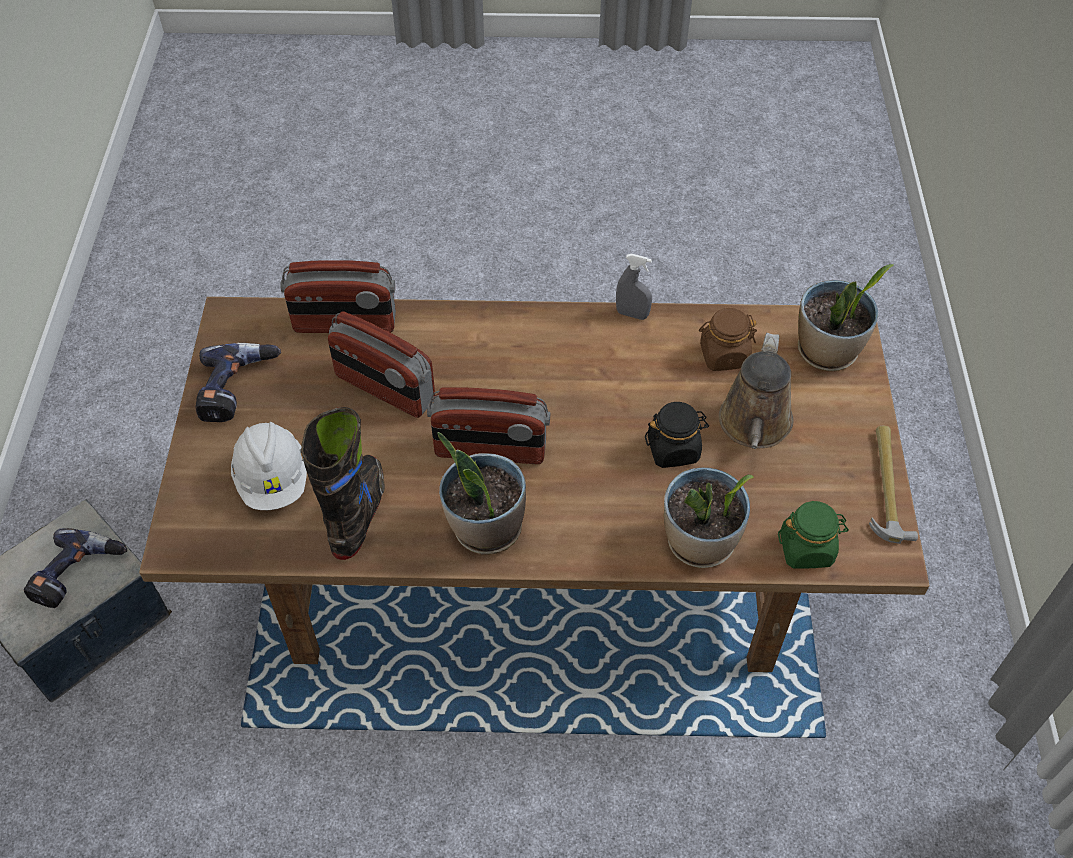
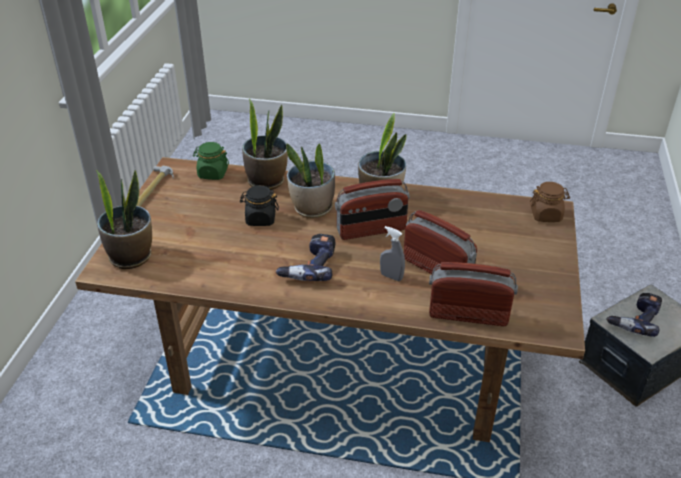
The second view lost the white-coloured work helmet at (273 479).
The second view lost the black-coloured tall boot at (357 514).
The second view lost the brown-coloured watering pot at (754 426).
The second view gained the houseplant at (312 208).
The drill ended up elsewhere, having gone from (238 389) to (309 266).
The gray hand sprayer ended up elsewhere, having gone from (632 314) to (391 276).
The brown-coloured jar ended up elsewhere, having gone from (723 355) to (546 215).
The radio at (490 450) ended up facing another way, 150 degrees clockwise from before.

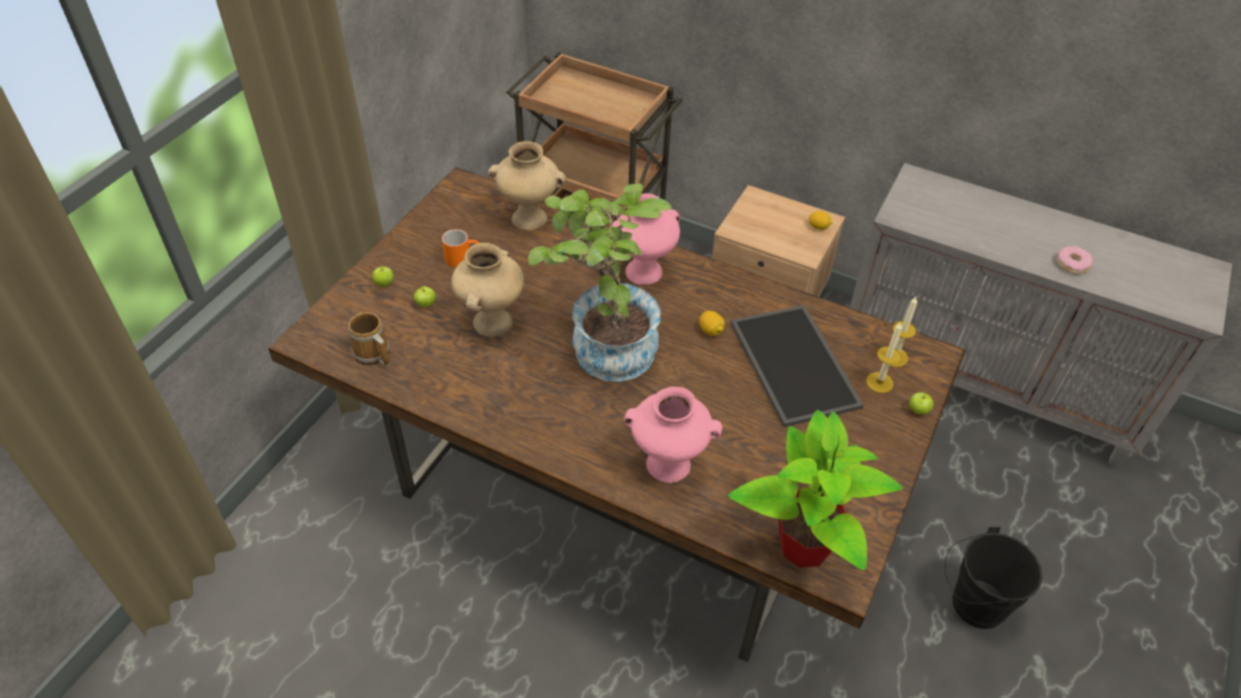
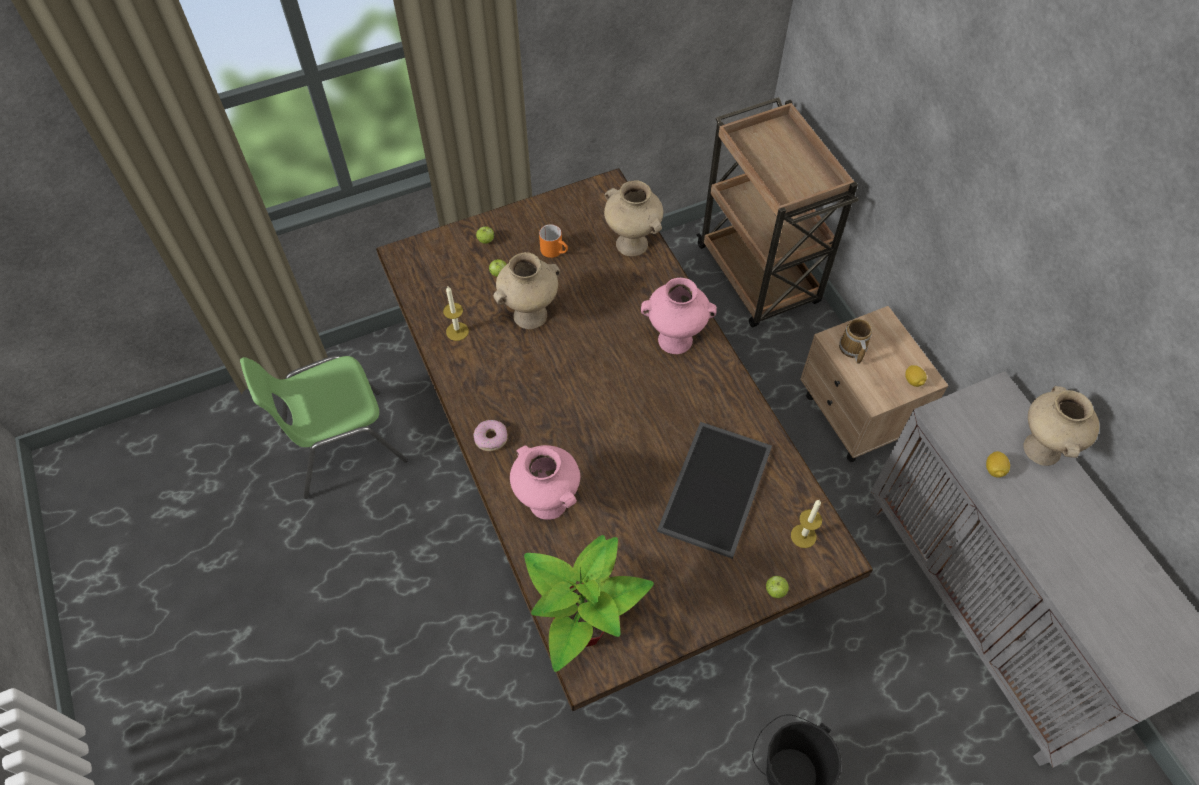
The second view lost the houseplant at (603 346).
The second view gained the green upright chair at (341 445).
The second view gained the sand-coloured vase at (1040 448).
The coffee mug ended up elsewhere, having gone from (372 354) to (852 349).
The whole lemon ended up elsewhere, having gone from (711 331) to (994 469).
The candle ended up elsewhere, having gone from (879 382) to (457 331).
The ring doughnut ended up elsewhere, having gone from (1072 264) to (491 438).

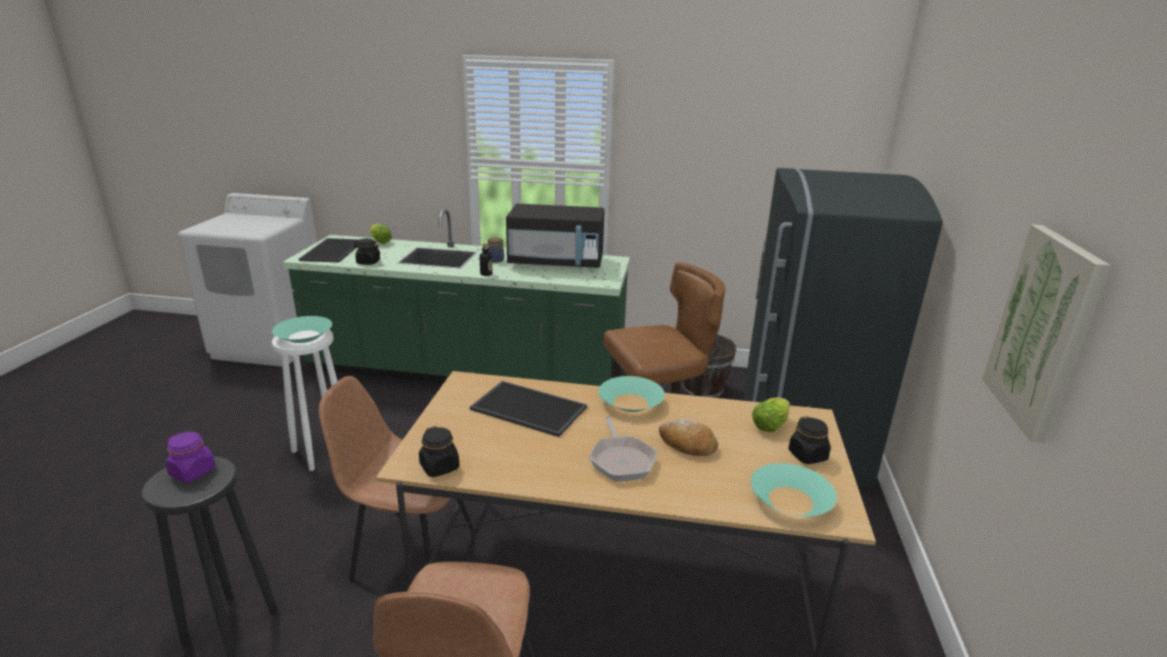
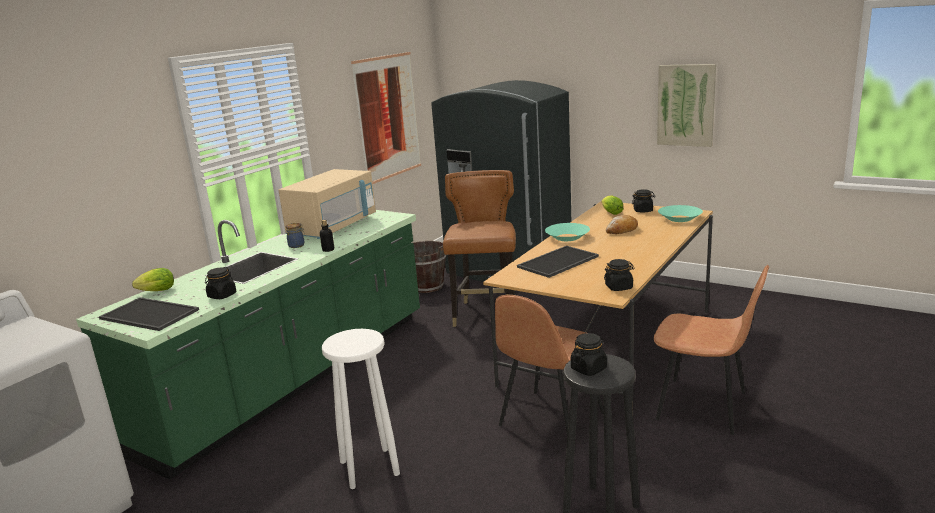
The second view lost the blue-green serving bowl at (304 336).
The second view lost the pan at (621 460).
The second view gained the wall picture at (387 117).
What was the purple jar at (193 472) turned into the black-coloured jar at (589 368).
What was the black-coloured microwave oven at (556 262) turned into the sand-coloured microwave oven at (333 227).

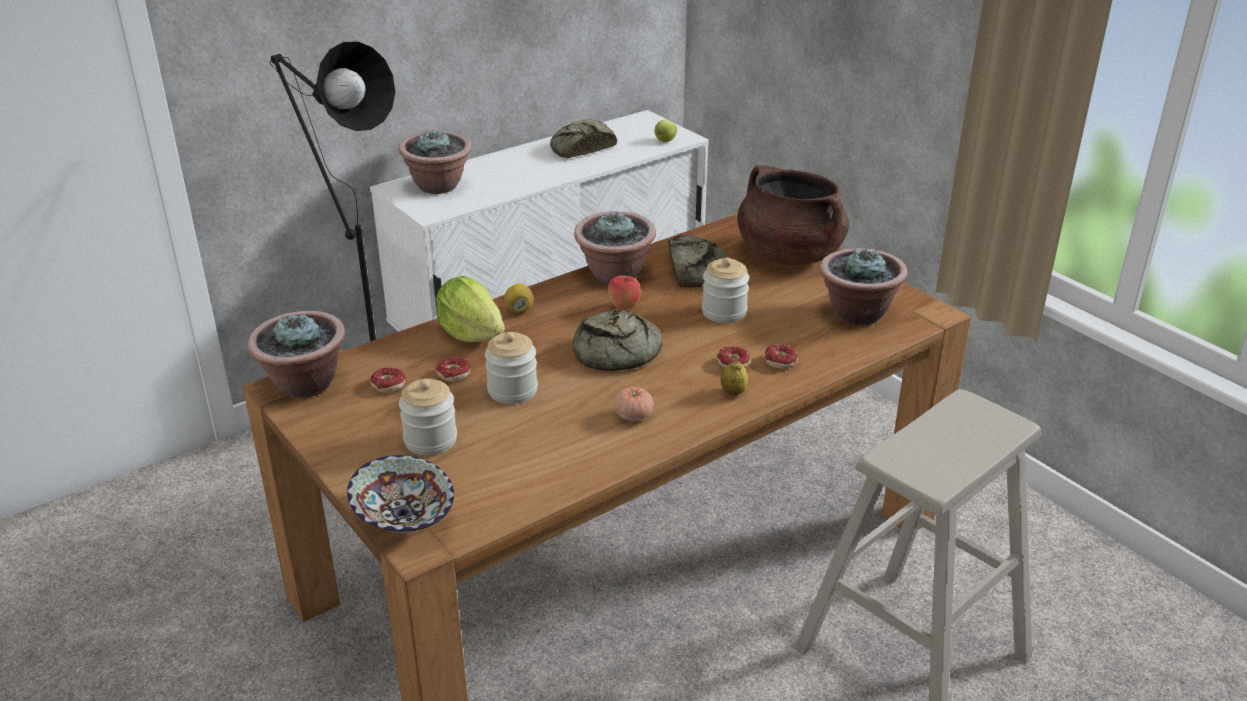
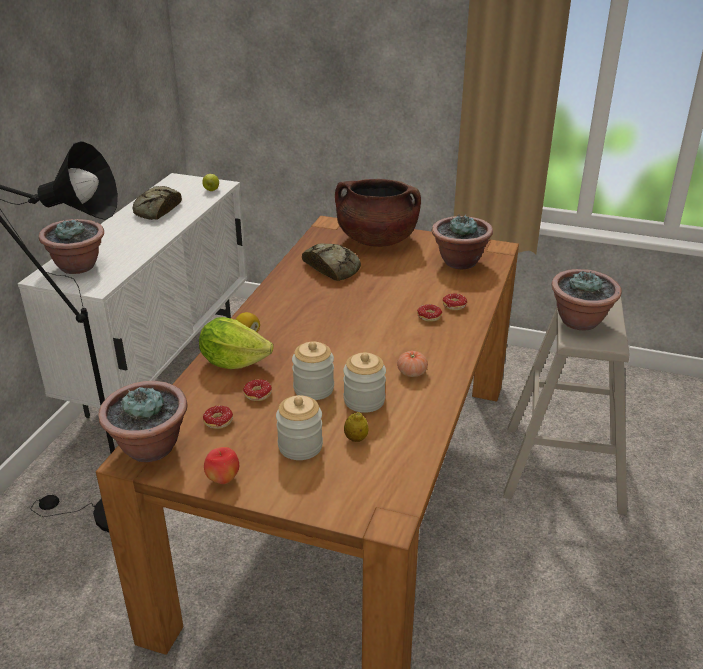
The second view lost the serving bowl at (402 518).
The second view lost the bread at (616 353).
The houseplant ended up elsewhere, having gone from (615 274) to (580 321).
The apple ended up elsewhere, having gone from (624 308) to (223 479).
The jar ended up elsewhere, having gone from (724 312) to (364 400).
The whole lemon ended up elsewhere, having gone from (733 392) to (356 439).

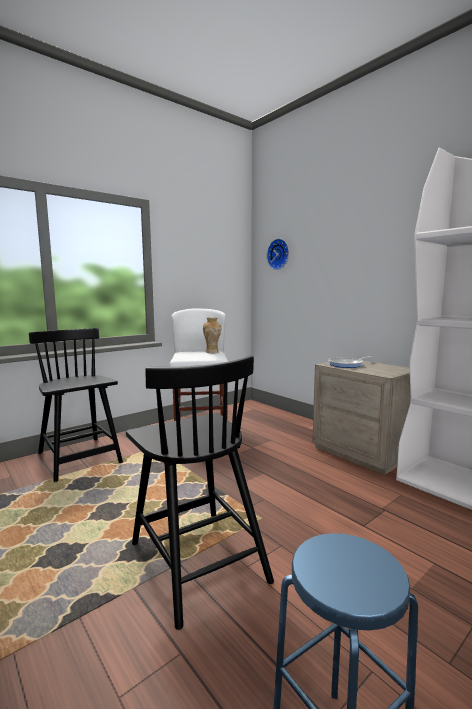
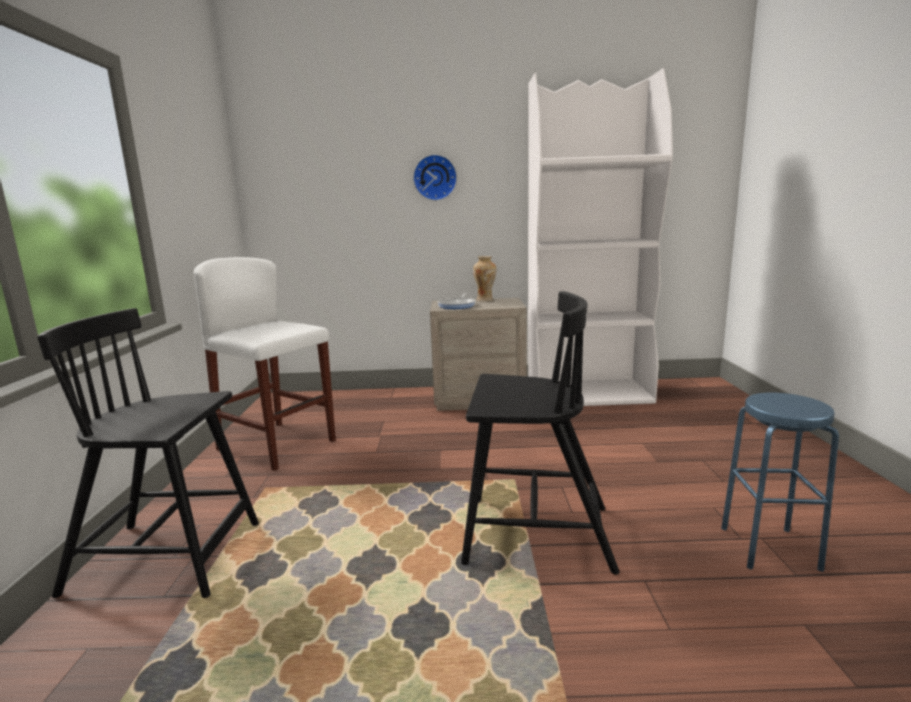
The vase ended up elsewhere, having gone from (212 352) to (485 300).
The wall clock ended up elsewhere, having gone from (279 254) to (435 177).

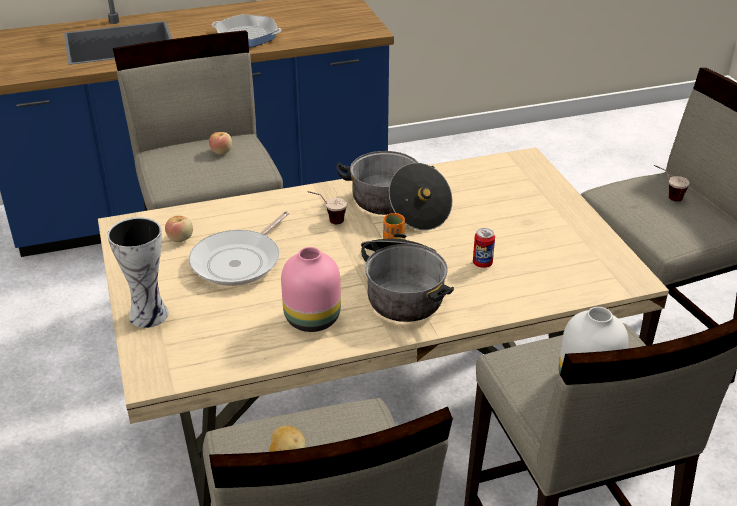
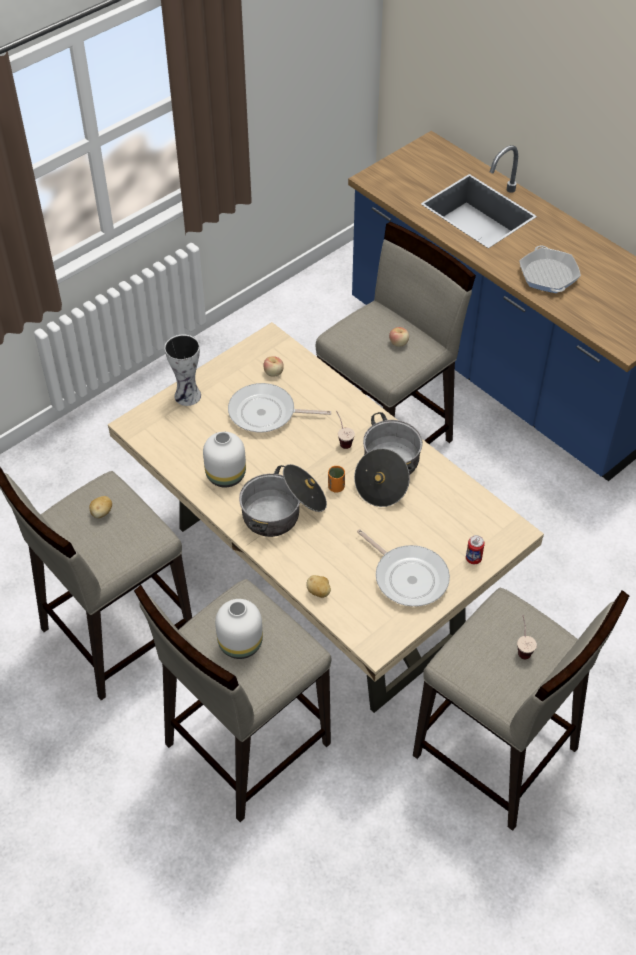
The second view gained the whole potato at (319 592).
The second view gained the pan at (408 577).
The sealed can ended up elsewhere, having gone from (482 263) to (473 559).
What was the pink vase at (314 319) turned into the white-coloured vase at (226 476).

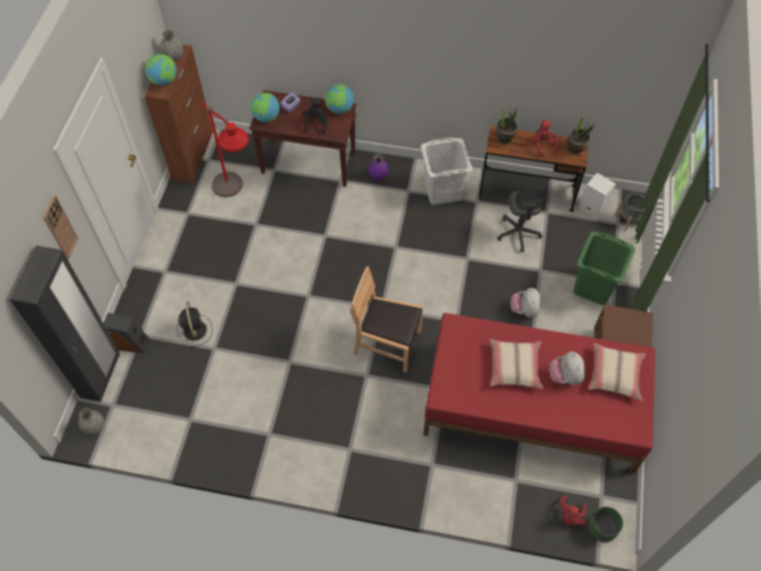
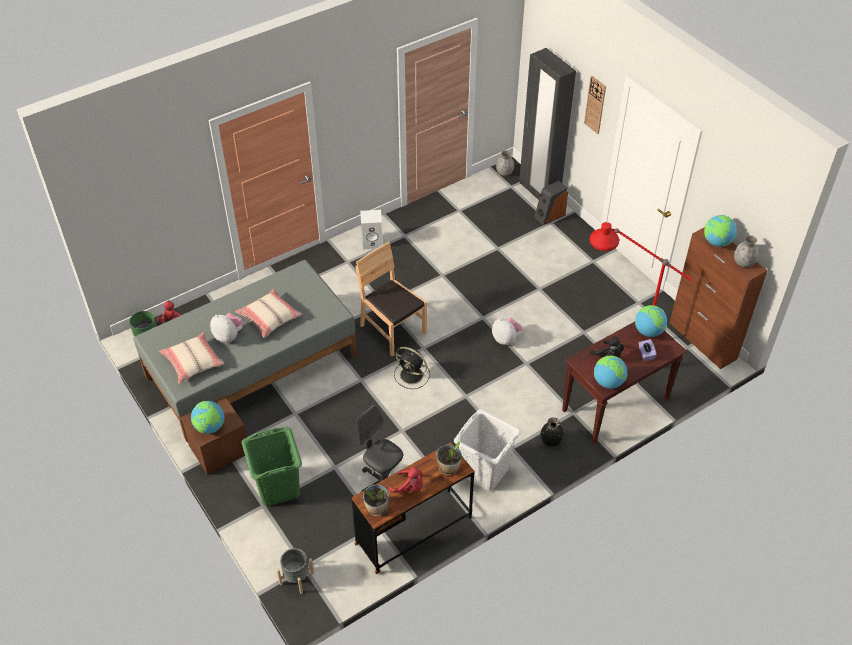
The second view gained the desk globe at (210 427).
The black-coloured cooling fan ended up elsewhere, having gone from (195 329) to (412 375).
The soft toy ended up elsewhere, having gone from (524 310) to (506 339).
The white-coloured audio speaker ended up elsewhere, having gone from (592 207) to (373 242).
What was the purple vase at (378 175) turned into the black-coloured vase at (551 441).
What was the red-coloured bed at (533 406) turned into the gray bed at (251 366).
The brown-coloured upright chair at (387 344) ended up facing another way, 105 degrees counterclockwise from before.

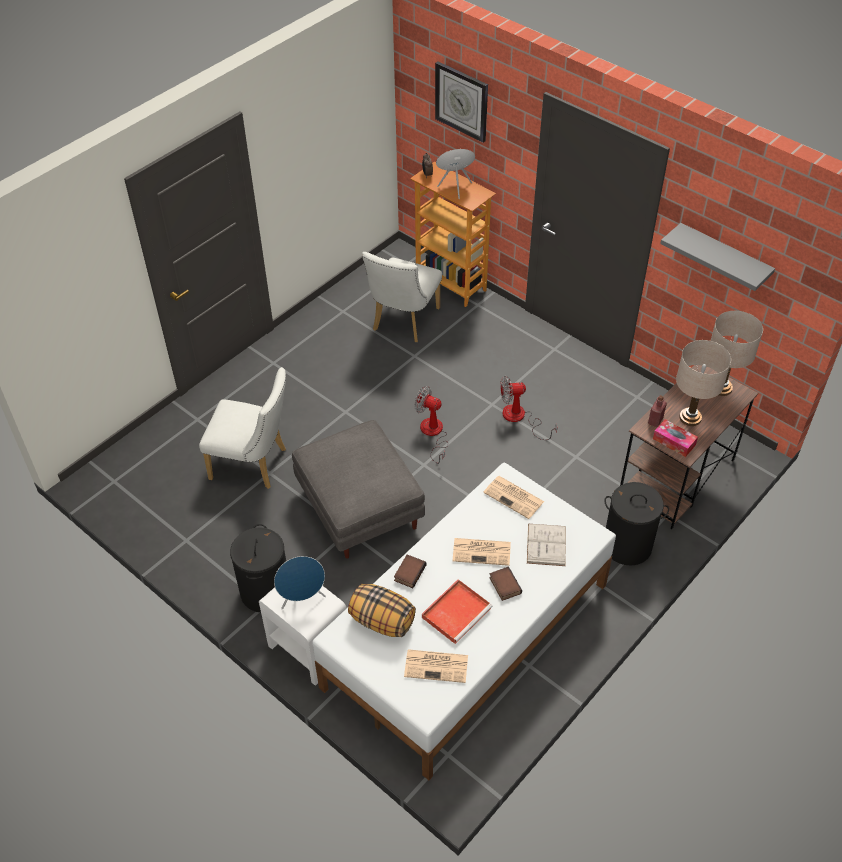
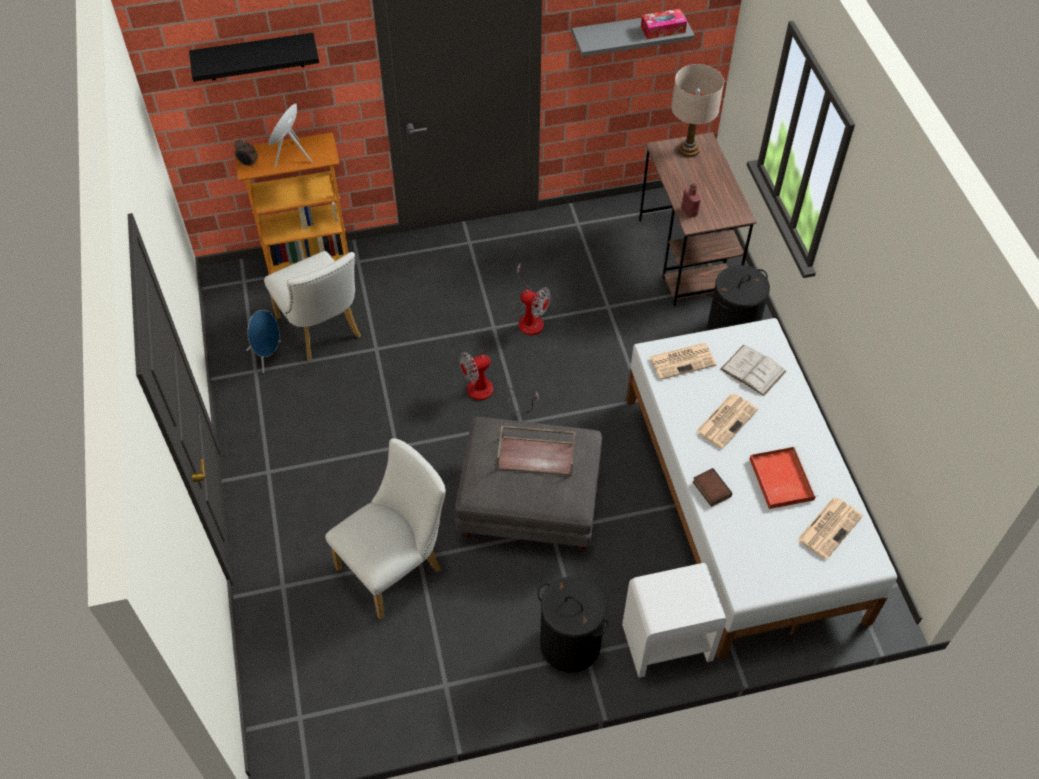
The second view lost the cushion at (381 621).
The second view lost the book at (504 585).
The second view lost the sand-coloured table lamp at (690 418).
The second view gained the brown-coloured tray at (537 455).
The blue-coloured audio speaker ended up elsewhere, having gone from (302 598) to (267 355).
The box of tissues ended up elsewhere, having gone from (674 442) to (663 29).
Where the wall clock hung at (462 101), the black-coloured shelf came to hang at (255 57).
The cooling fan at (520 418) ended up facing another way, 90 degrees counterclockwise from before.

